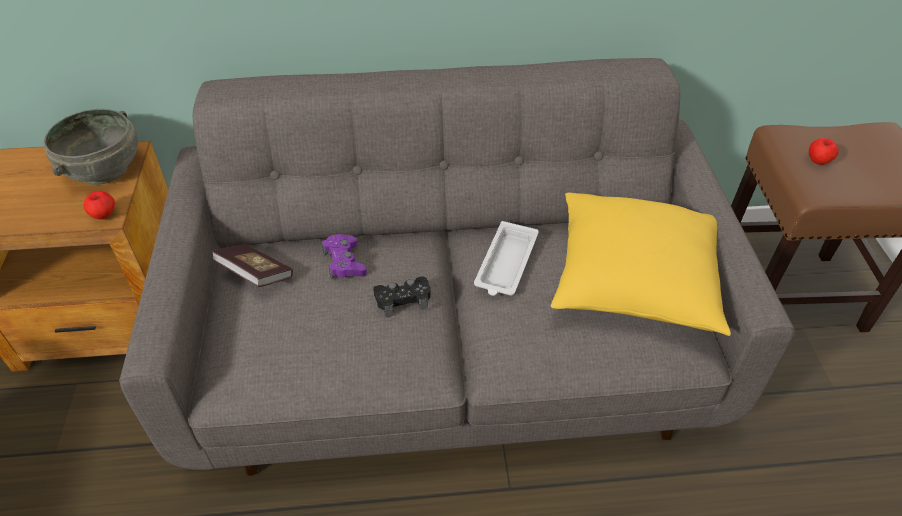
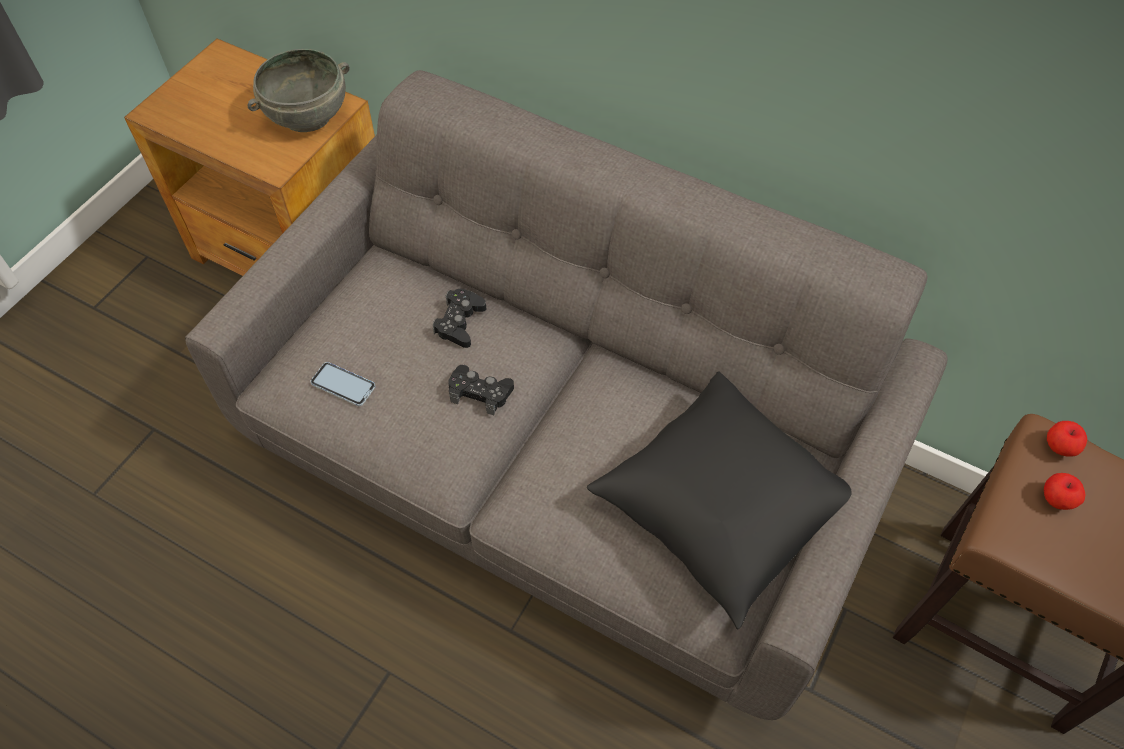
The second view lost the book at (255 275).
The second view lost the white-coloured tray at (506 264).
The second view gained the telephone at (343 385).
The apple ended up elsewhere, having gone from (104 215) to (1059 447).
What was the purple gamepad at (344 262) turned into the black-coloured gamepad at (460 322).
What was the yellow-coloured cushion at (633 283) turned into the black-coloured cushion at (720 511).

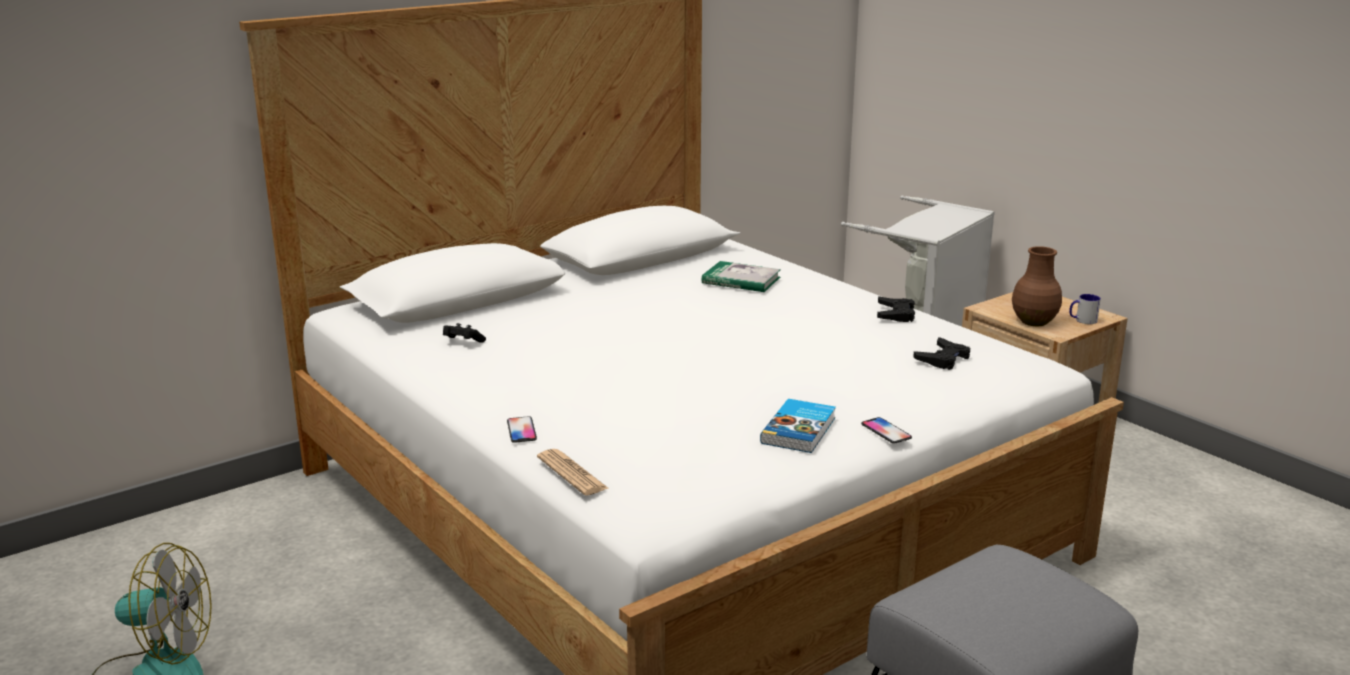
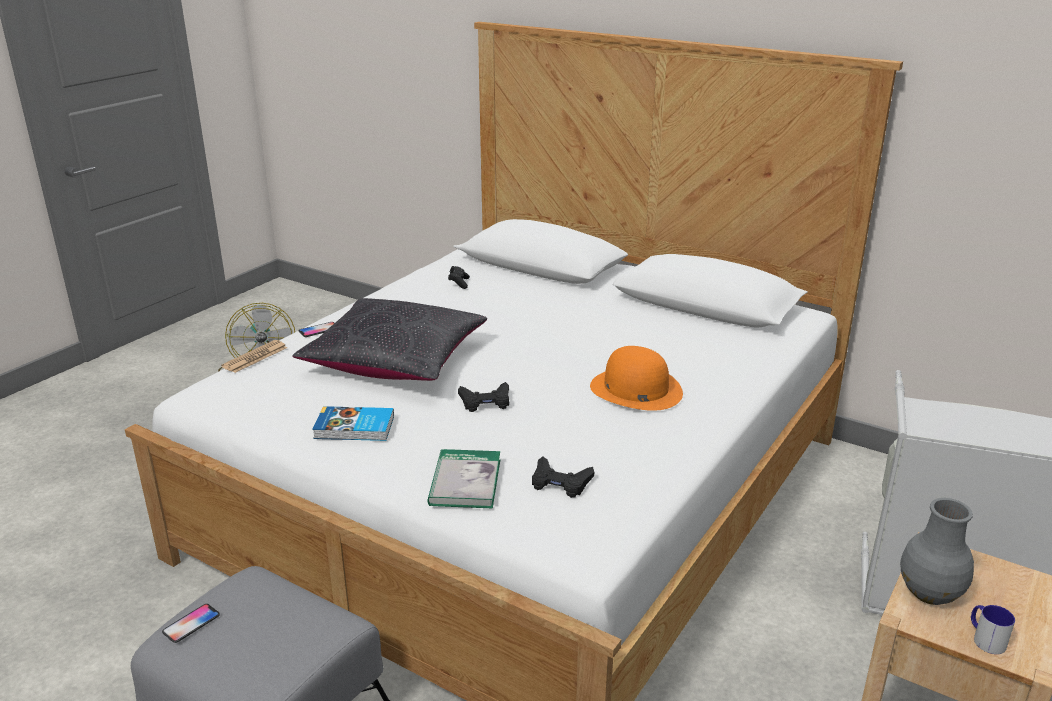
The second view gained the black-coloured cushion at (395 360).
The second view gained the orange hat at (635 389).
The book ended up elsewhere, having gone from (741 280) to (465 482).
The telephone ended up elsewhere, having gone from (886 431) to (191 624).
The black-coloured gamepad ended up elsewhere, having gone from (895 314) to (485 402).
What was the brown-coloured vase at (1033 322) turned into the gray vase at (929 592).

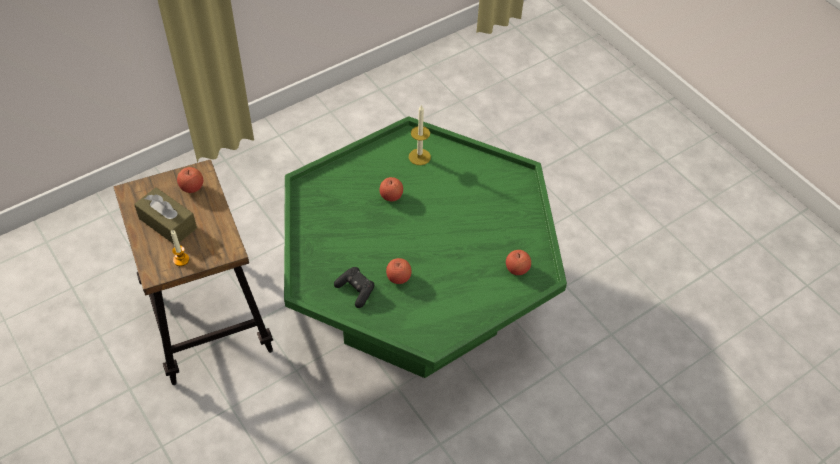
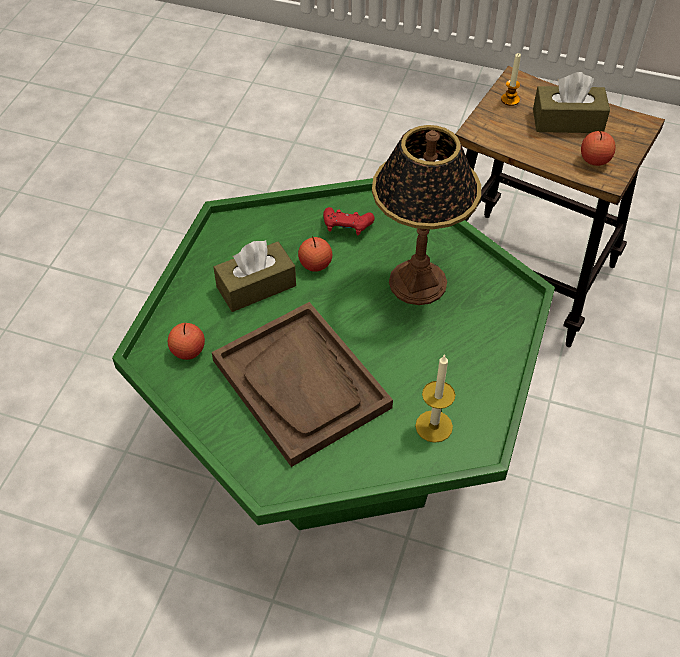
The second view lost the apple at (391 196).
The second view gained the brown-coloured tray at (301 384).
The second view gained the brown-coloured box of tissues at (256 286).
The second view gained the table lamp at (417 282).
What was the black-coloured gamepad at (356 290) turned into the red-coloured gamepad at (346 228).

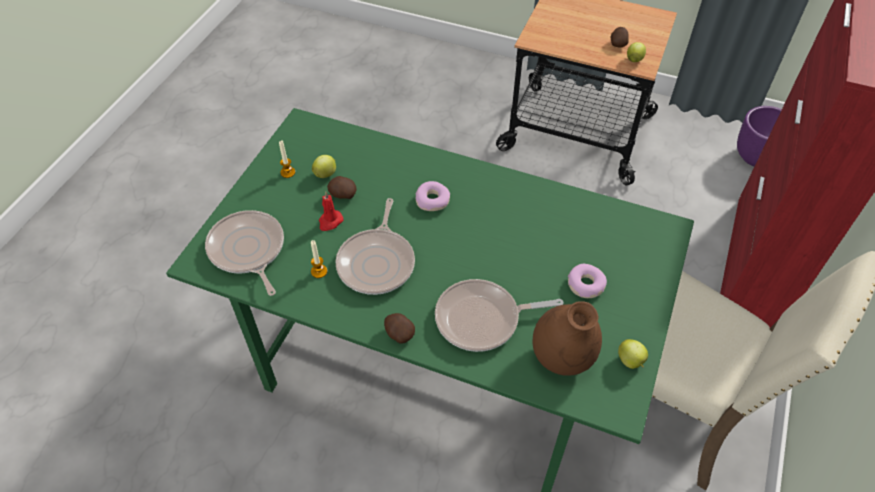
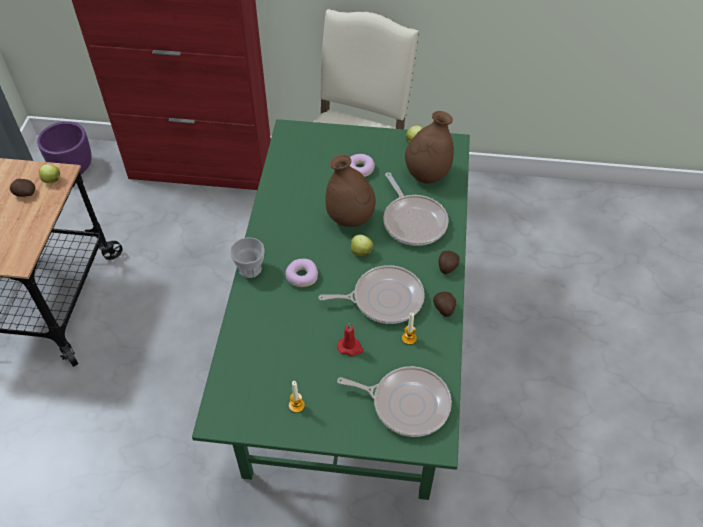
The second view gained the cup at (250 269).
The second view gained the brown-coloured vase at (350 218).
The apple ended up elsewhere, having gone from (325 174) to (360 252).
The whole potato ended up elsewhere, having gone from (342 195) to (444 309).
The pan at (248 250) ended up facing another way, 120 degrees counterclockwise from before.

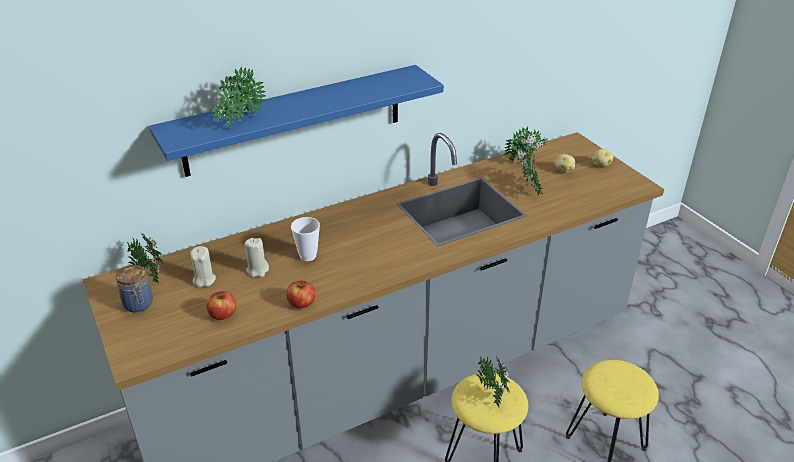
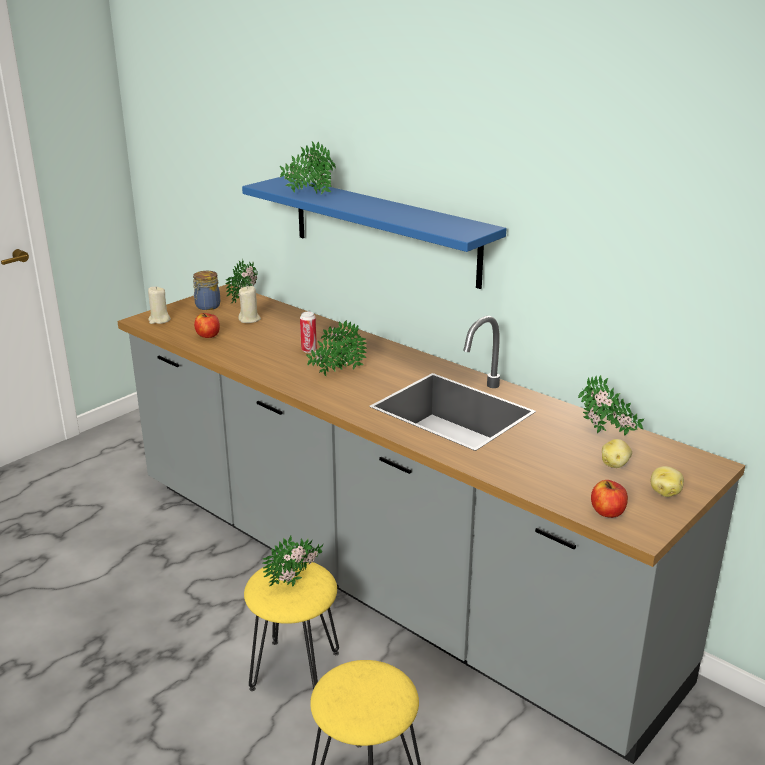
The sand-coloured candle ended up elsewhere, having gone from (257 270) to (159 320).
The apple ended up elsewhere, having gone from (301 303) to (607 512).
The houseplant ended up elsewhere, having gone from (530 190) to (336 372).
Where the cup stood at (308 256), the sealed can came to stand at (309 350).

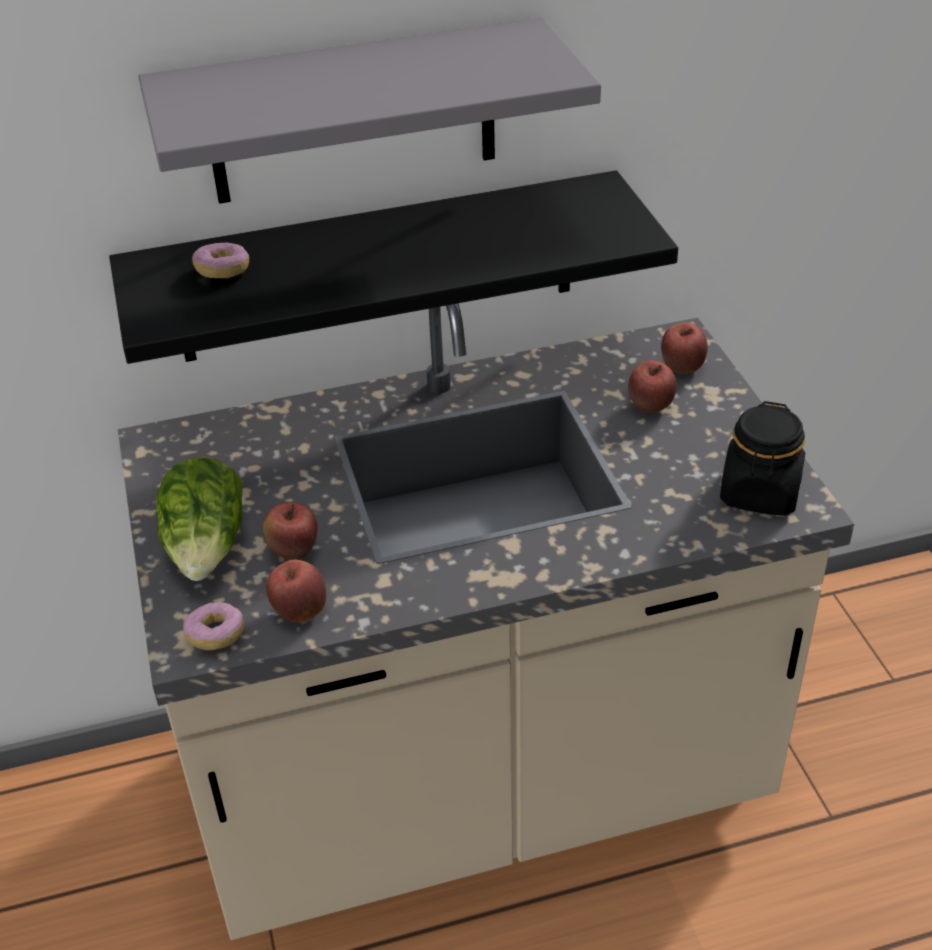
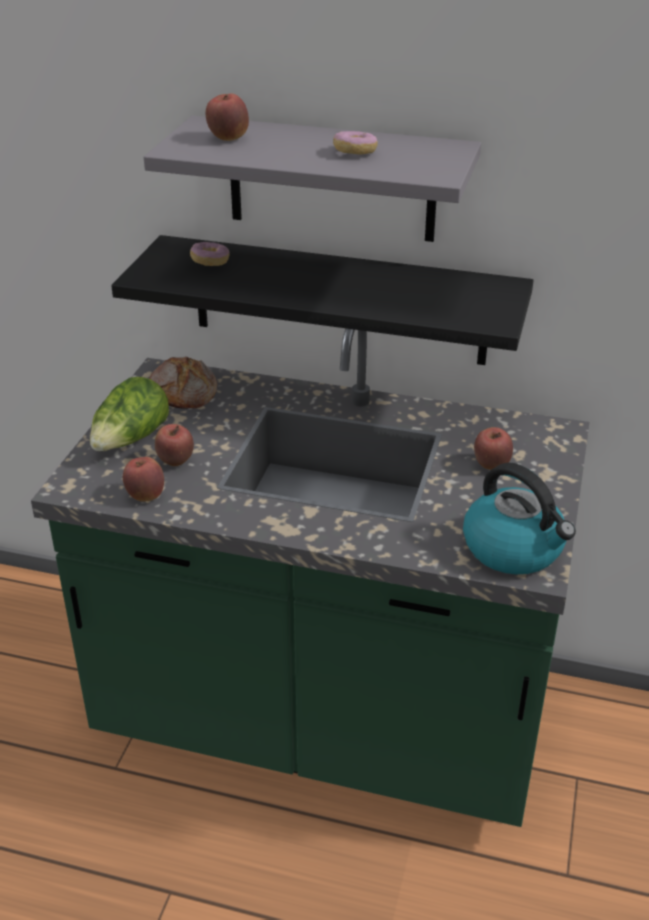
The second view gained the bread at (185 393).
The ring doughnut ended up elsewhere, having gone from (216 635) to (355 152).
The apple ended up elsewhere, having gone from (682 368) to (228 139).
Where the black-coloured jar stood at (760 493), the kettle came to stand at (514 549).
What was the sand-coloured kitchen base unit at (478 785) turned into the green kitchen base unit at (324 721).

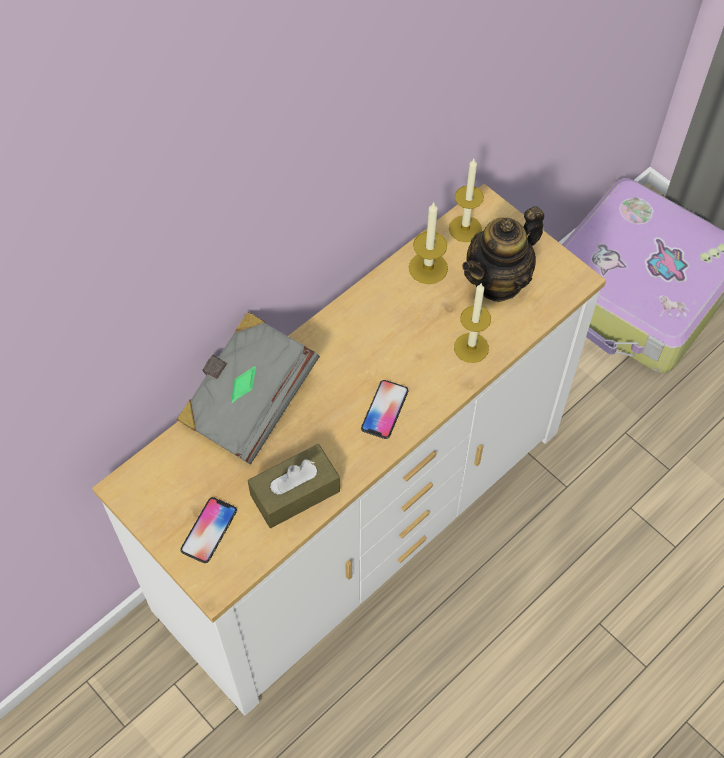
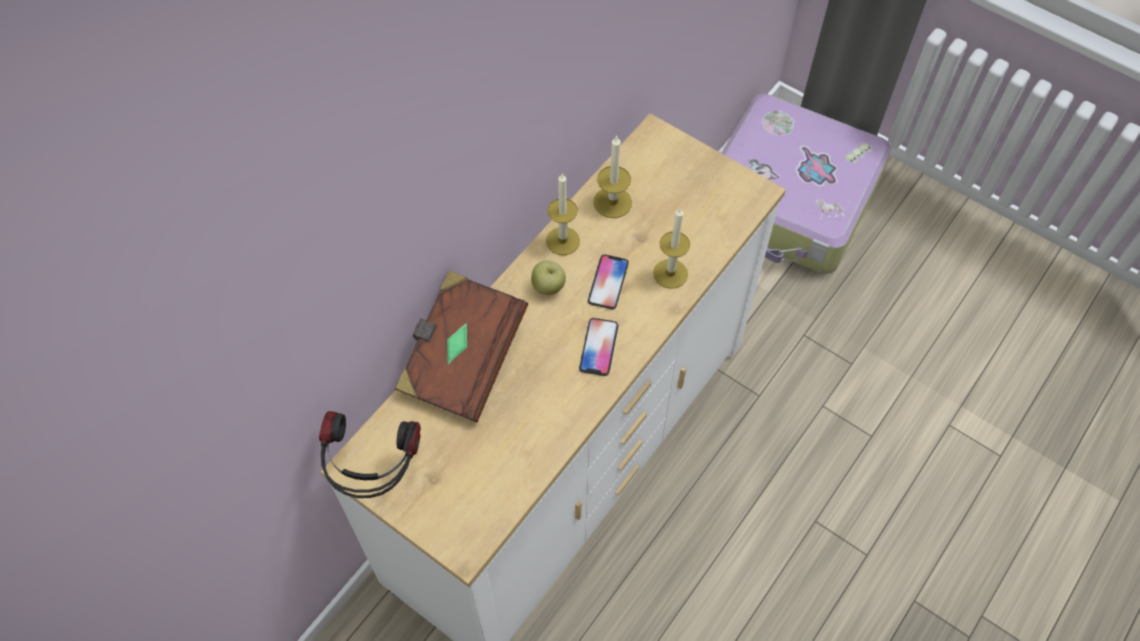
The second view lost the brown-coloured box of tissues at (295 493).
The second view lost the teapot at (498 281).
The second view gained the headphones at (374 472).
The second view gained the apple at (548 287).
The telephone ended up elsewhere, having gone from (209 530) to (608 282).
The candle ended up elsewhere, having gone from (465 228) to (562 241).
What was the gray book at (248 401) turned into the brown-coloured book at (462 359).

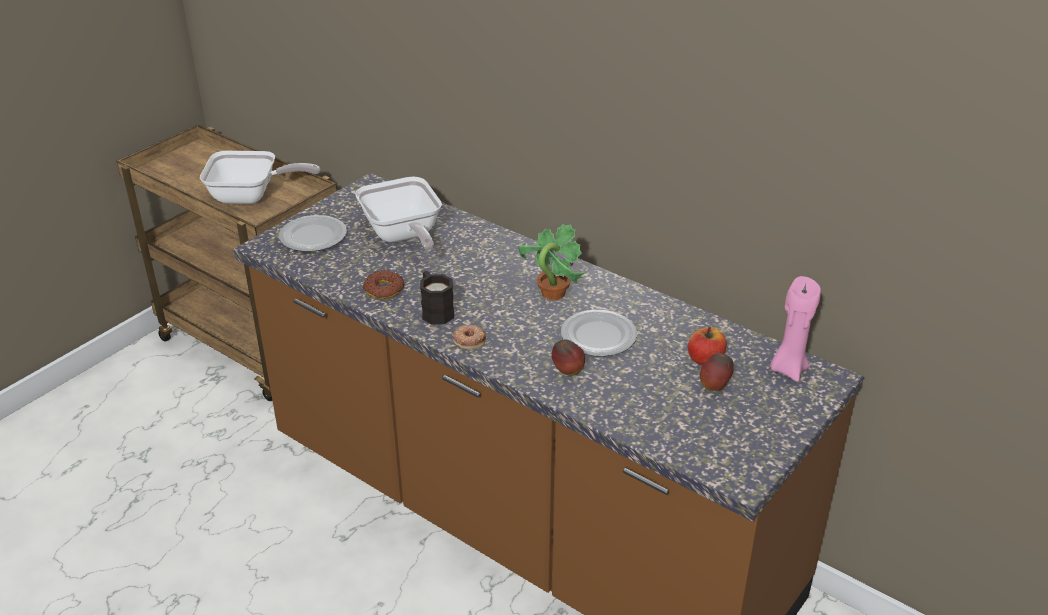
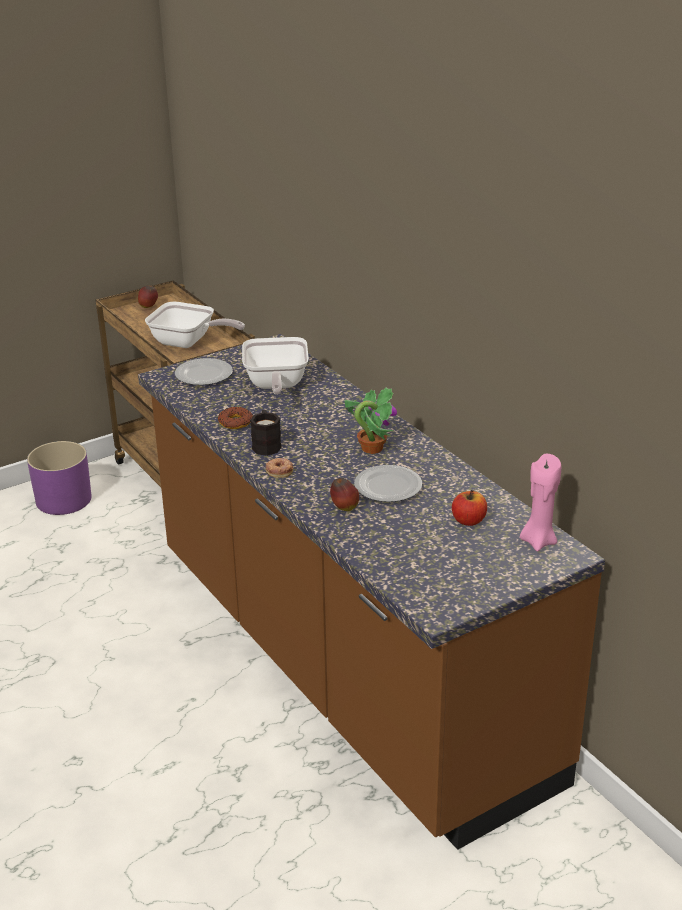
The second view gained the purple plant pot at (64 500).
The apple ended up elsewhere, having gone from (714 387) to (148 307).

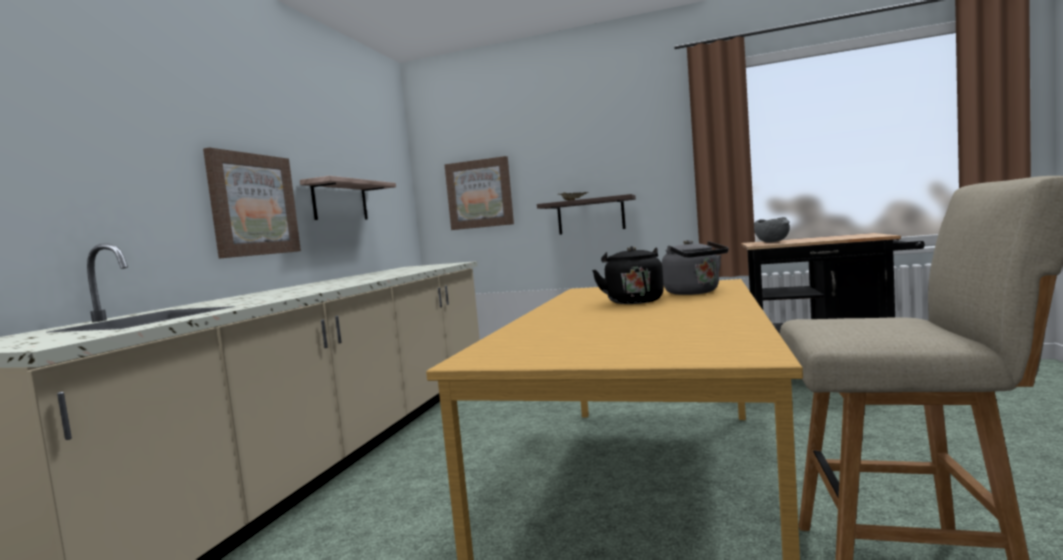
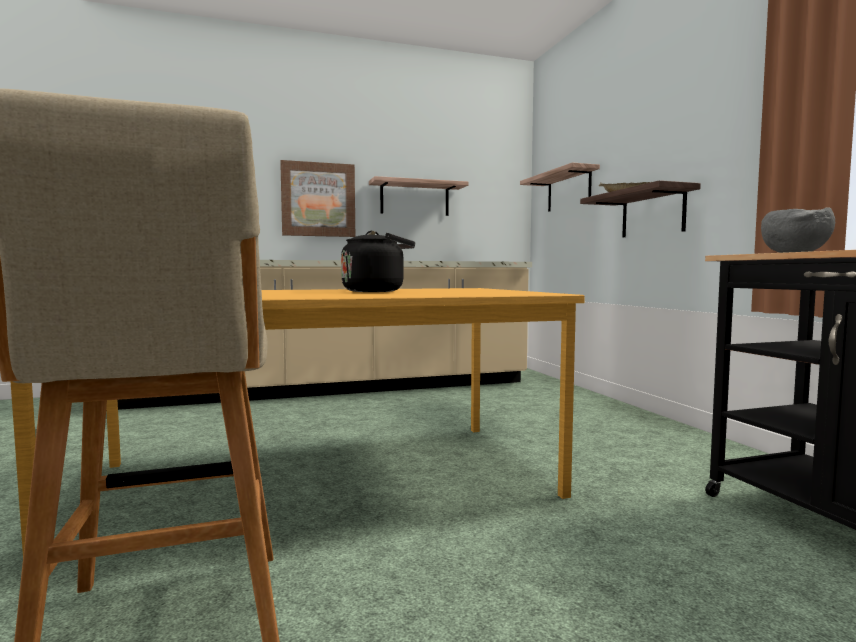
The second view lost the gray kettle at (695 293).
Where the wall picture hung at (479 194), the shelf came to hang at (569 190).

